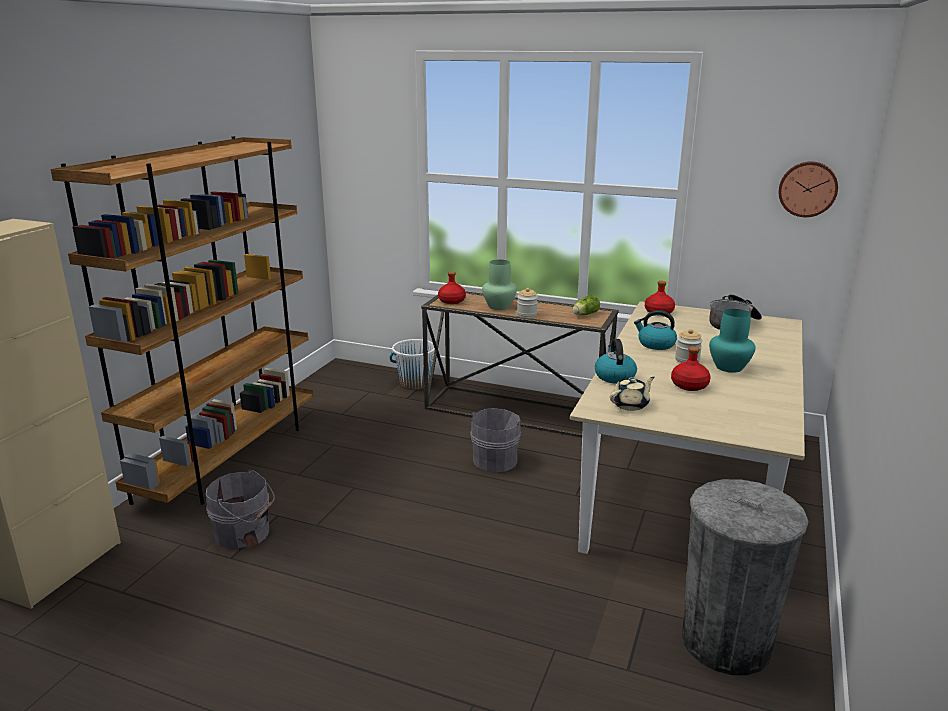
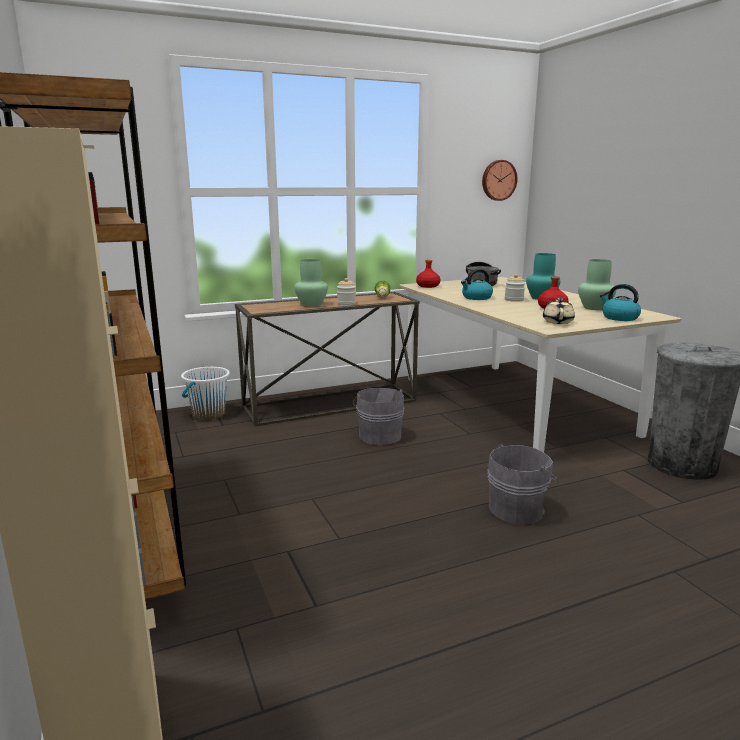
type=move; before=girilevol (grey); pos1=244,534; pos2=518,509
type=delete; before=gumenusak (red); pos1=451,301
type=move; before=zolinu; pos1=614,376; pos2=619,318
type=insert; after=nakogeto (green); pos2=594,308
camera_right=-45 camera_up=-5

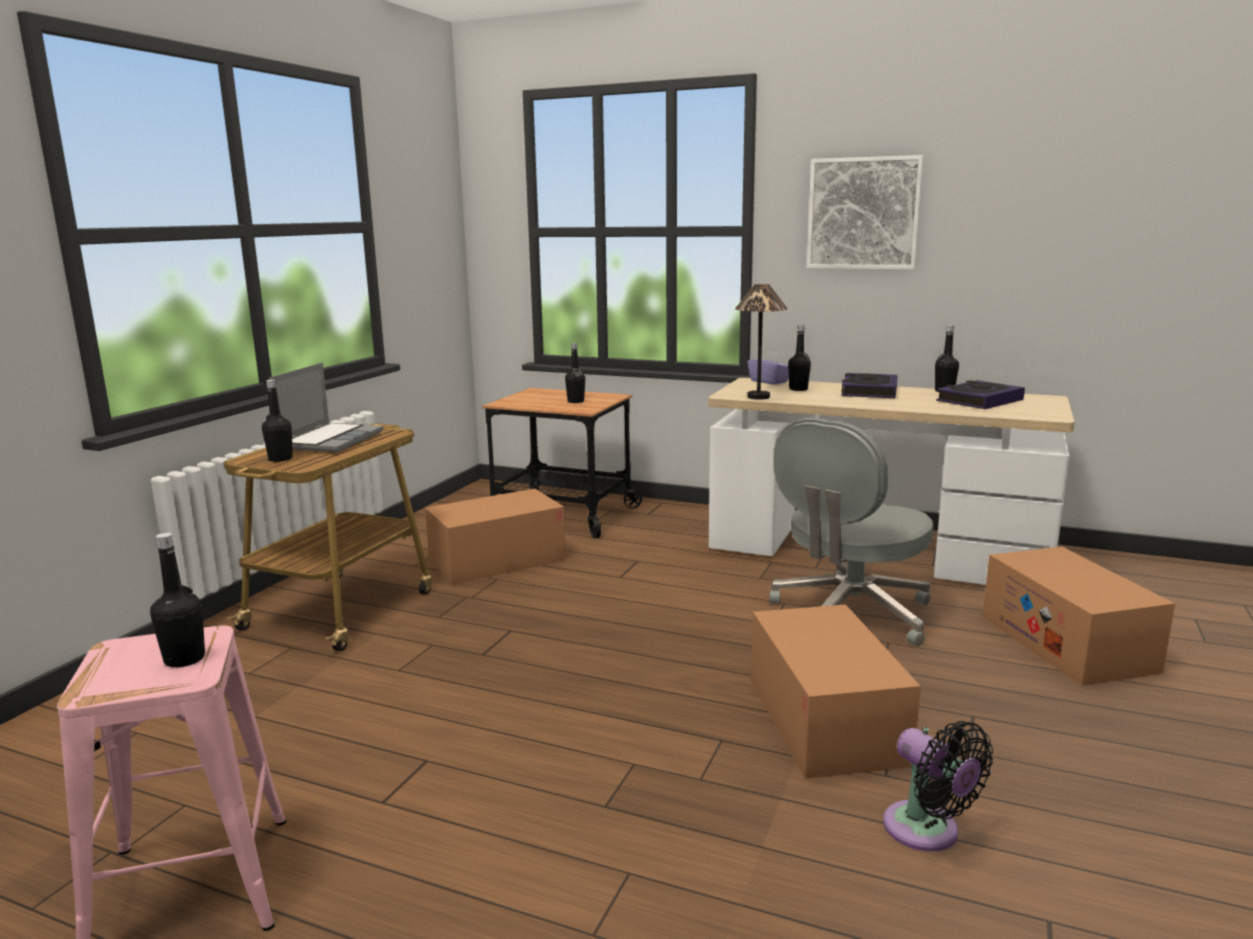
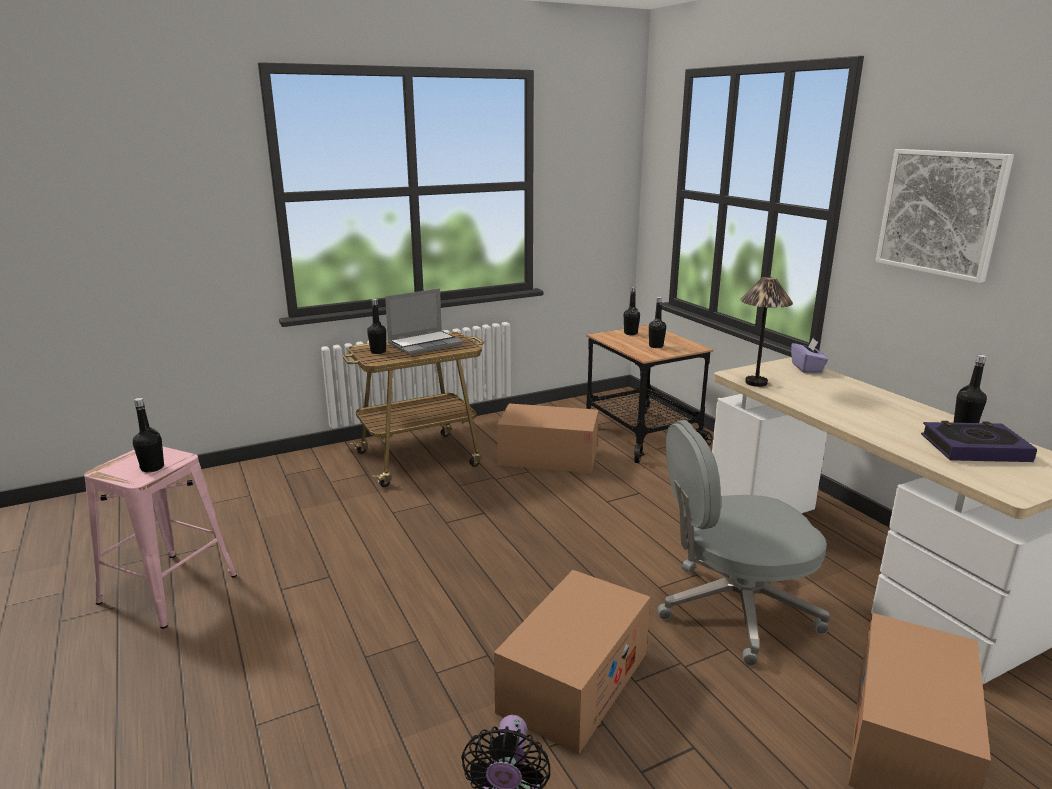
type=move; before=gumenusak (black); pos1=798,389; pos2=630,333
type=delete; before=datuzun; pos1=869,391
camera_right=40 camera_up=5

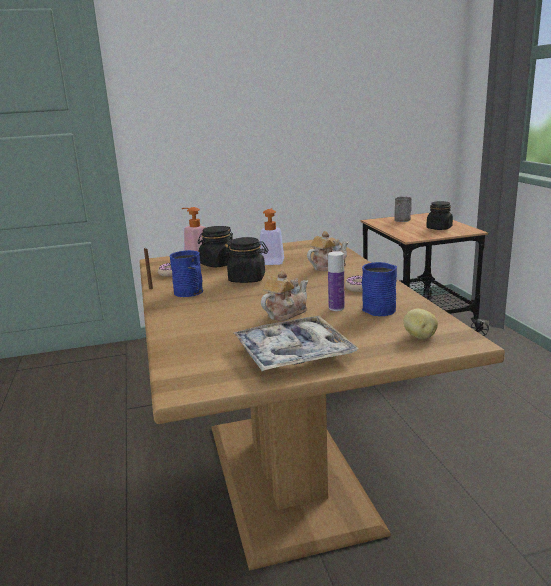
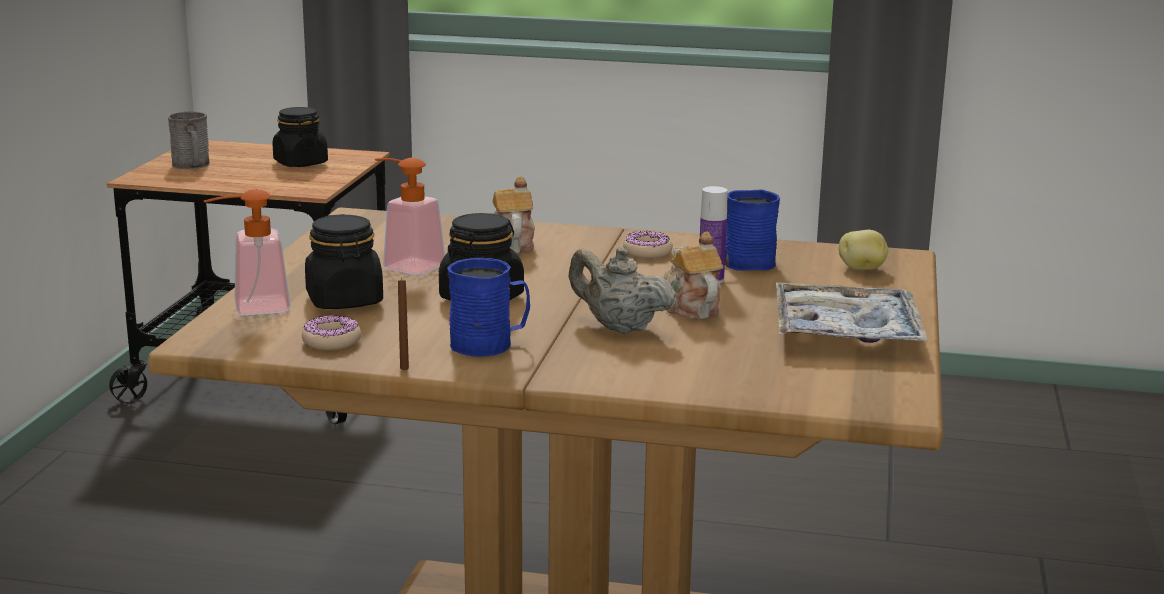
type=insert; after=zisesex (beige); pos2=619,327
camera_right=-65 camera_up=0

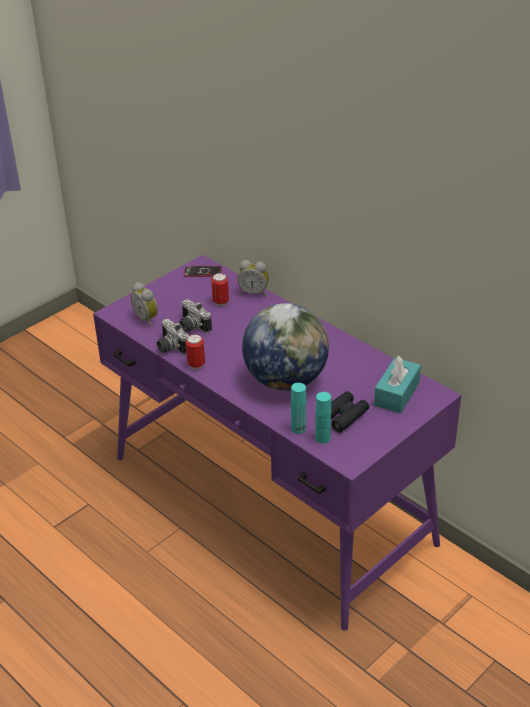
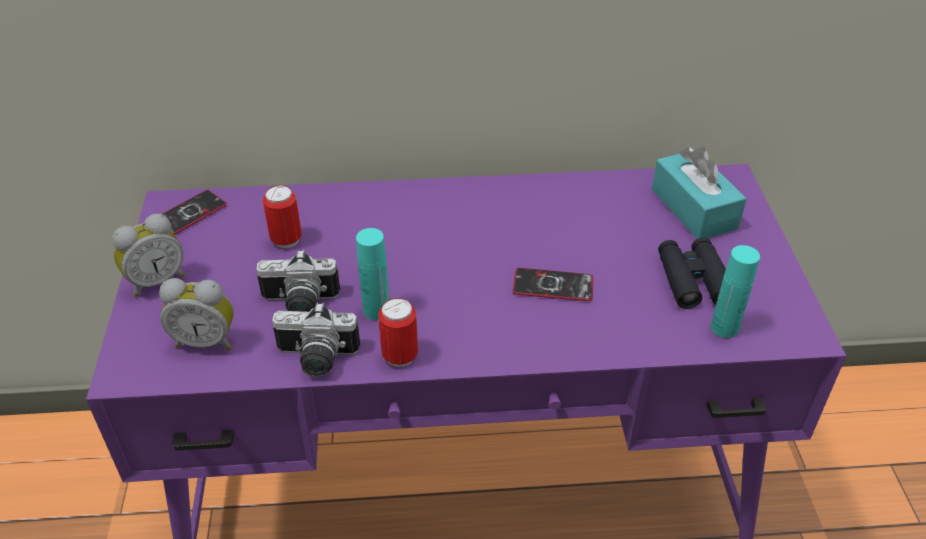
type=move; before=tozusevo; pos1=254,292; pos2=156,281
type=replace; before=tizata; after=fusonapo; pos1=286,380; pos2=553,286
type=move; before=gumenusak (turquoise); pos1=298,429; pos2=376,310
camera_right=-50 camera_up=5

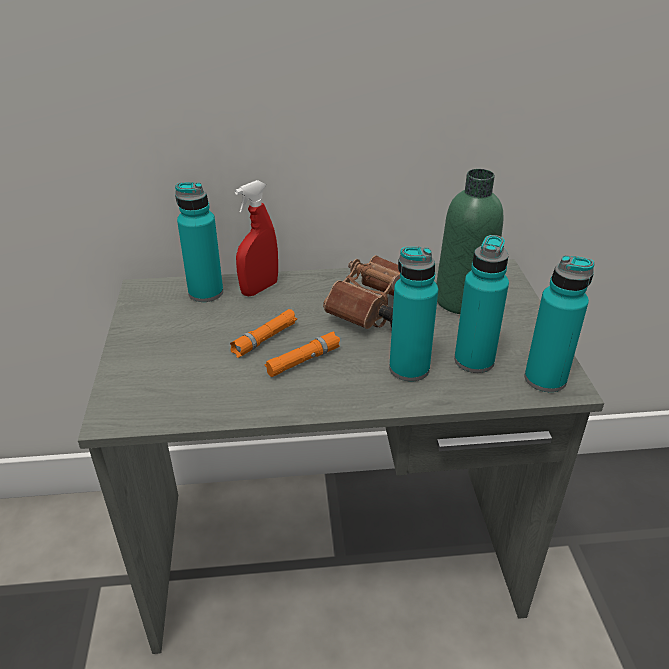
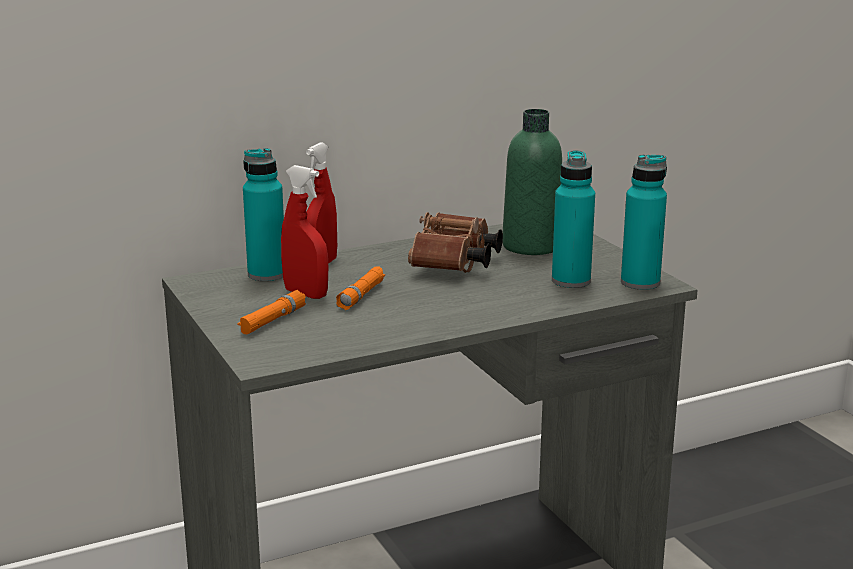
type=move; before=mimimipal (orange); pos1=303,360; pos2=273,320
type=delete; before=gumenusak (turquoise); pos1=409,369
type=insert; after=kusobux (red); pos2=306,294
camera_right=-20 camera_up=-15

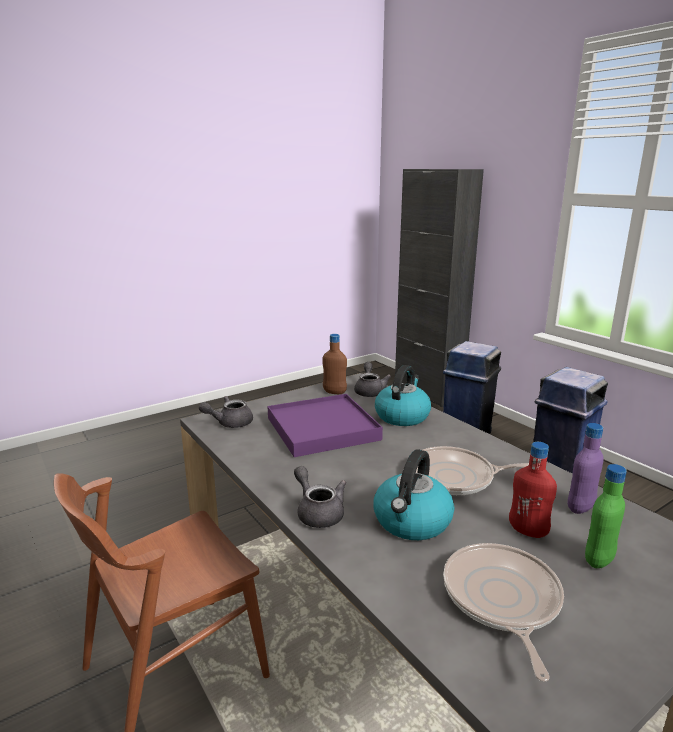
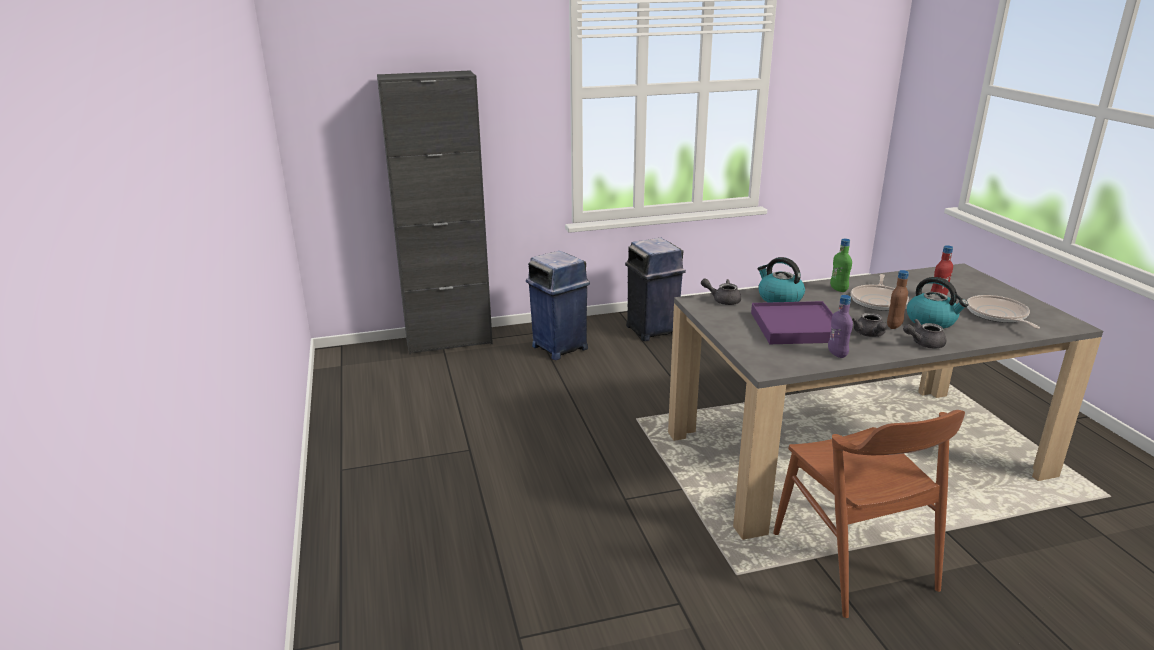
type=move; before=zisesex (grey); pos1=230,423; pos2=870,335
type=move; before=gumenusak (brown); pos1=334,392; pos2=894,326
type=rotate; before=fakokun; pos1=501,600; pos2=998,315; turn=60
type=move; before=gumenusak (purple); pos1=580,508; pos2=837,354
type=move; before=gumenusak (green); pos1=598,560; pos2=838,289
camera_right=-70 camera_up=5

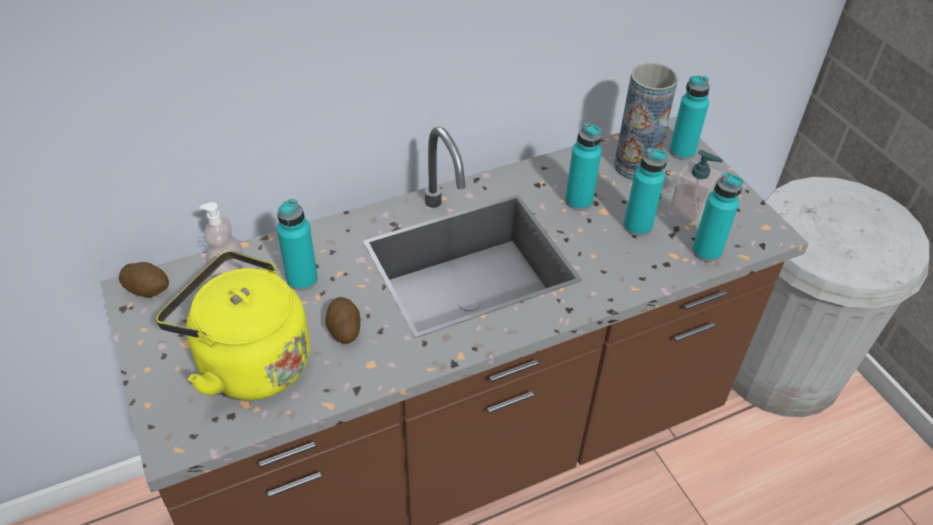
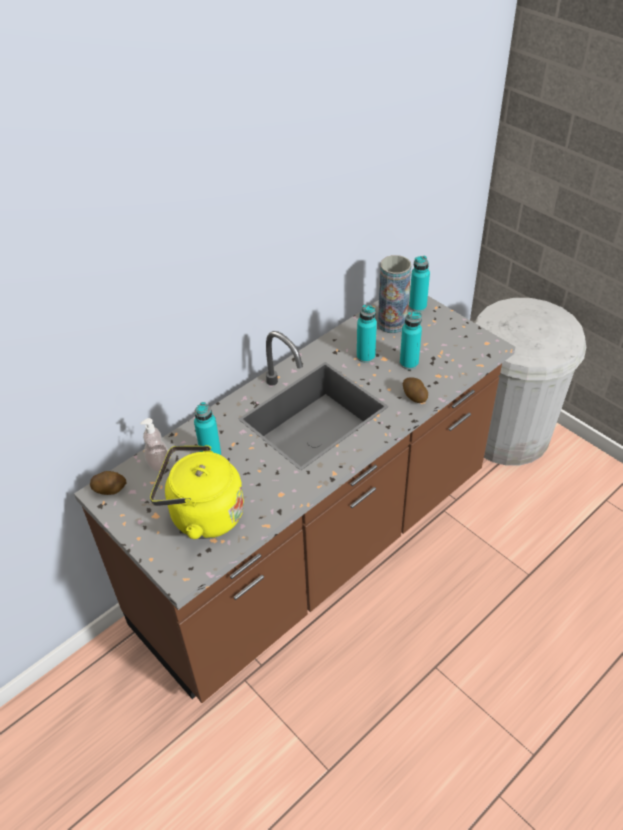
type=move; before=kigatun; pos1=344,329; pos2=414,396
type=delete; before=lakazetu; pos1=690,209
type=delete; before=gumenusak (turquoise); pos1=706,251
camera_right=-15 camera_up=0

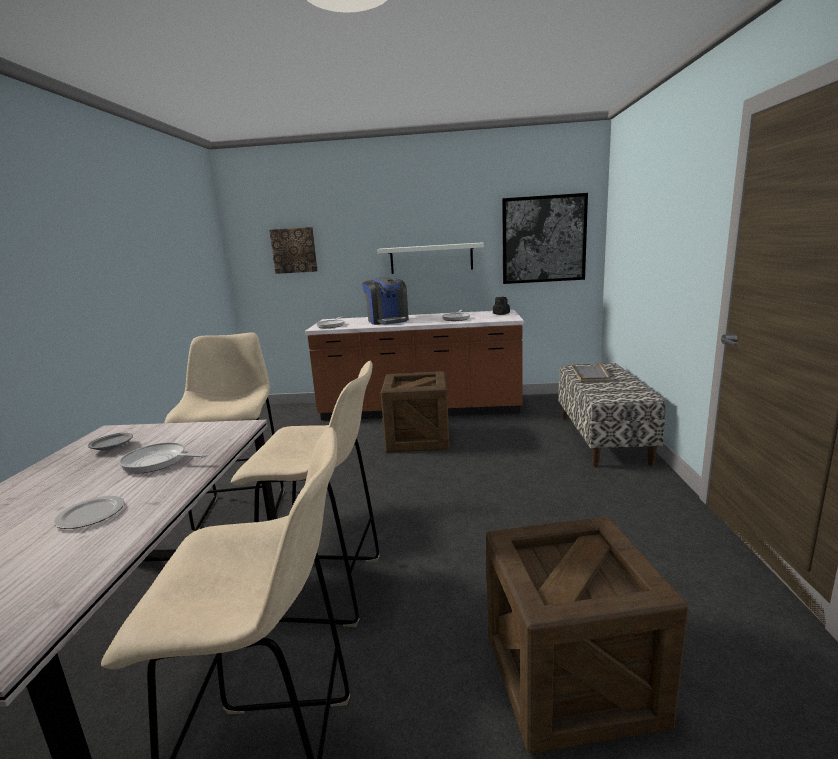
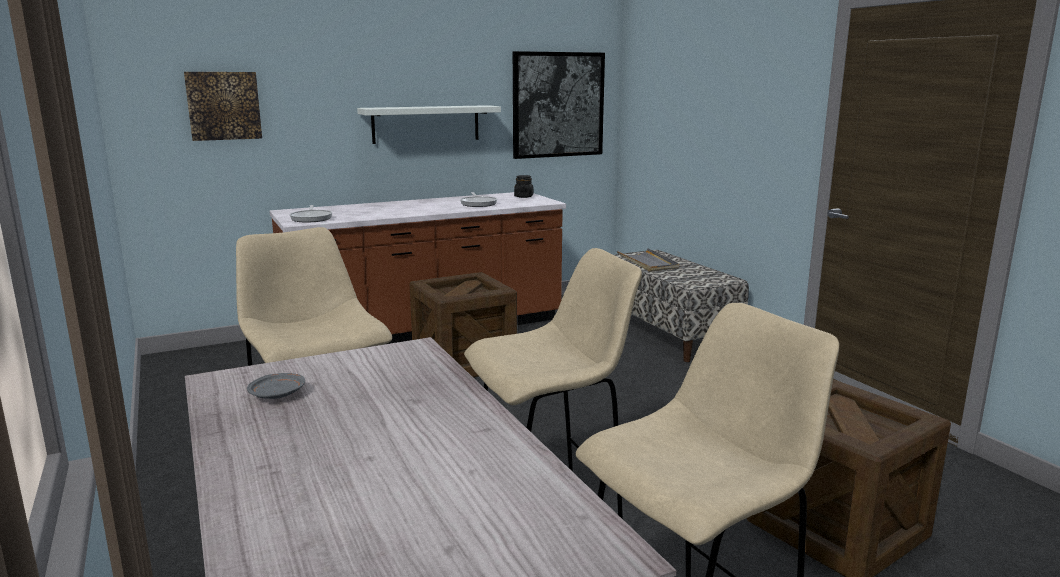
type=delete; before=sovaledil; pos1=90,515
type=delete; before=fakokun; pos1=158,462
type=delete; before=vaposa; pos1=388,321
camera_right=-30 camera_up=0

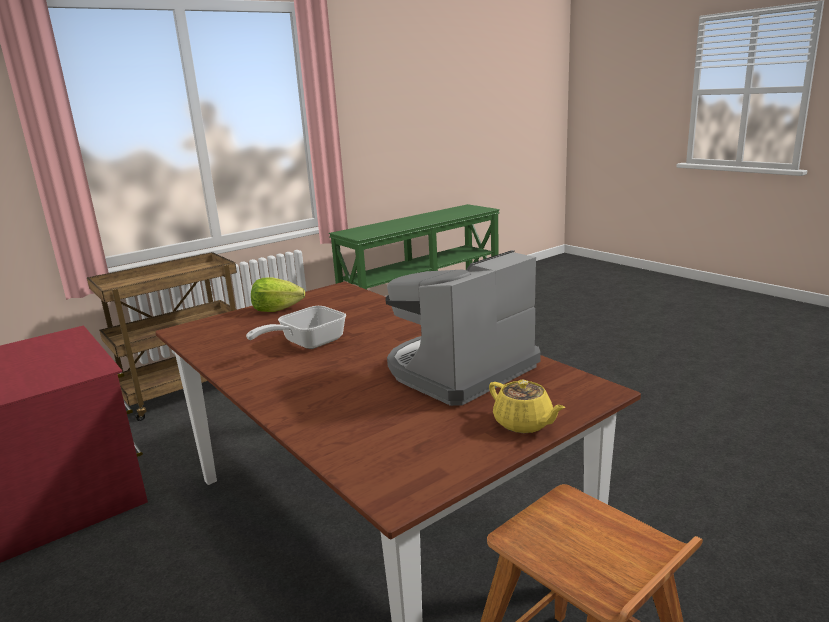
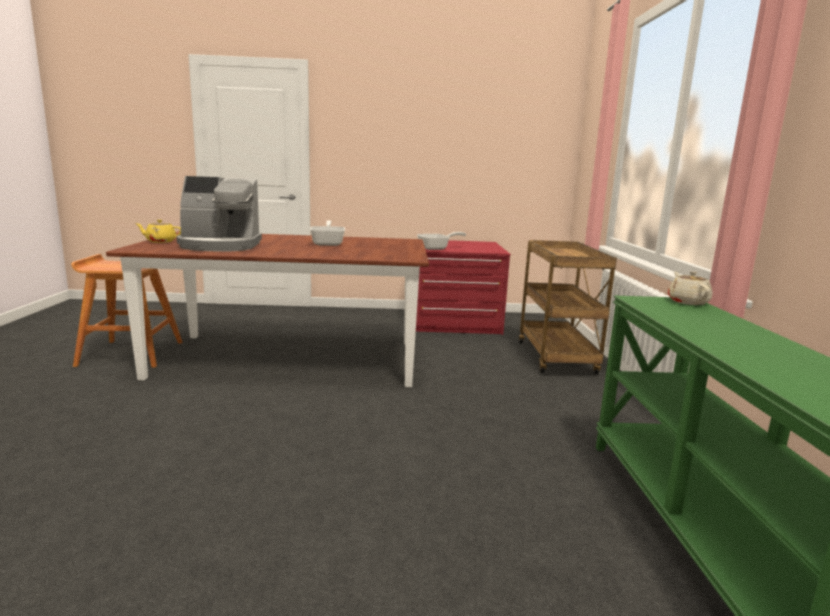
type=delete; before=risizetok; pos1=276,309
type=rotate; before=vaposa; pos1=459,370; pos2=220,246; turn=90
type=insert; after=fakokun; pos2=437,248
type=insert; after=zisesex (beige); pos2=687,302
camera_right=125 camera_up=-5

